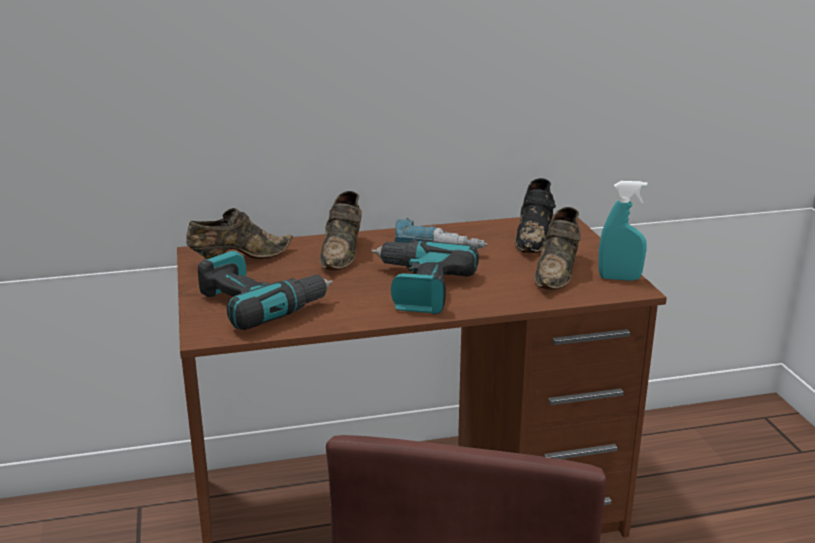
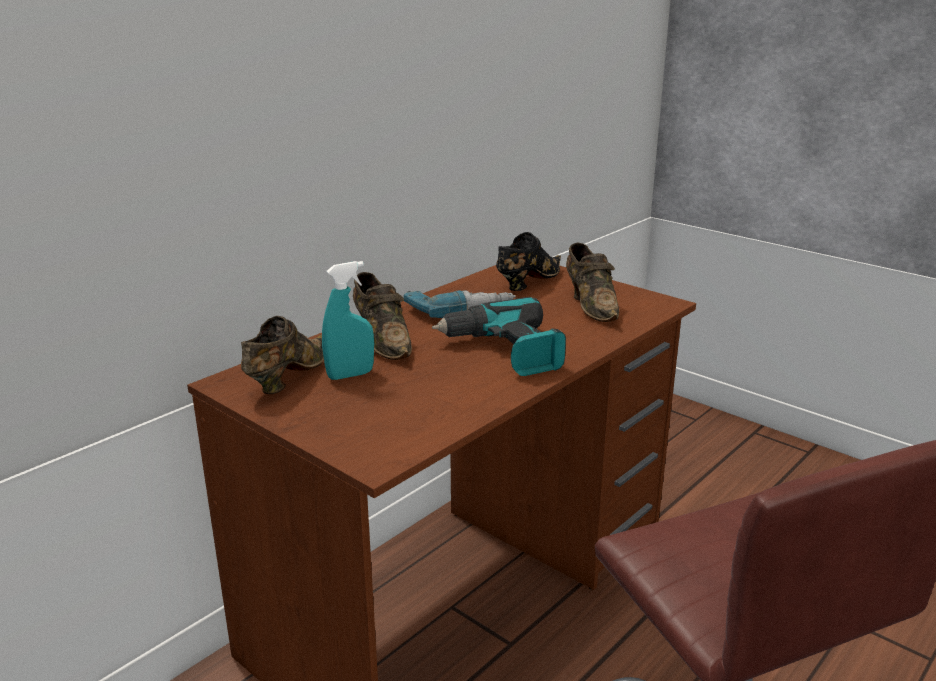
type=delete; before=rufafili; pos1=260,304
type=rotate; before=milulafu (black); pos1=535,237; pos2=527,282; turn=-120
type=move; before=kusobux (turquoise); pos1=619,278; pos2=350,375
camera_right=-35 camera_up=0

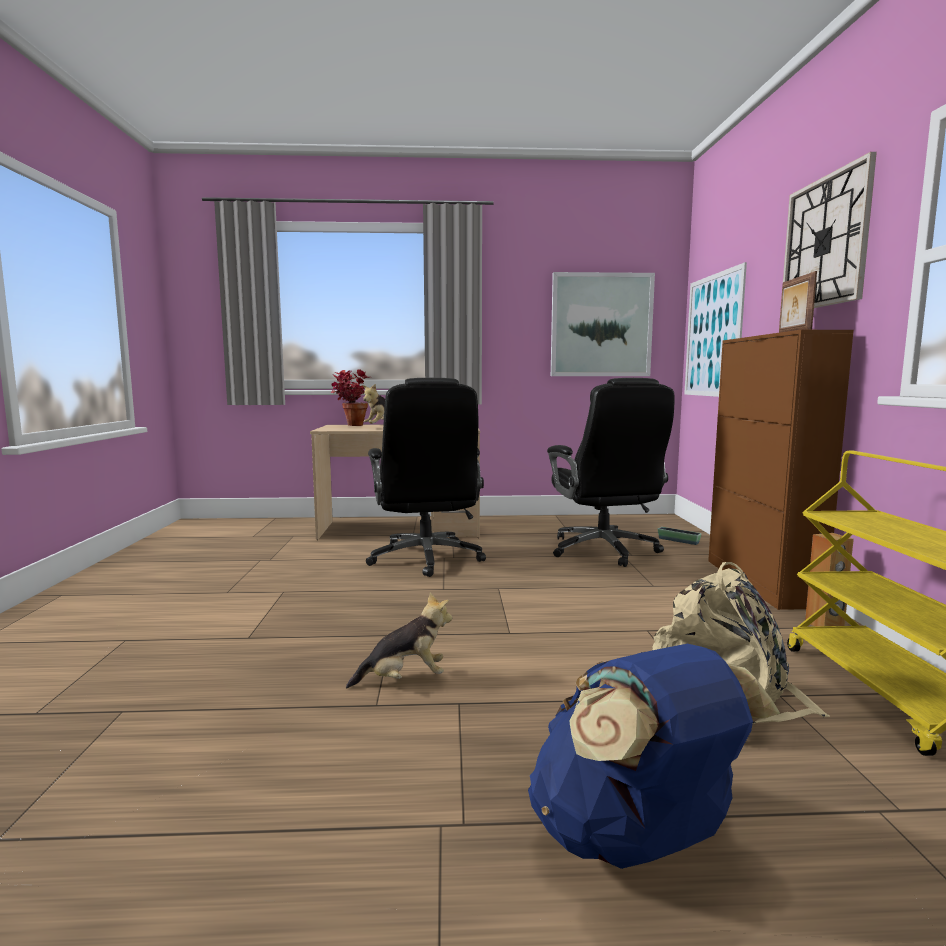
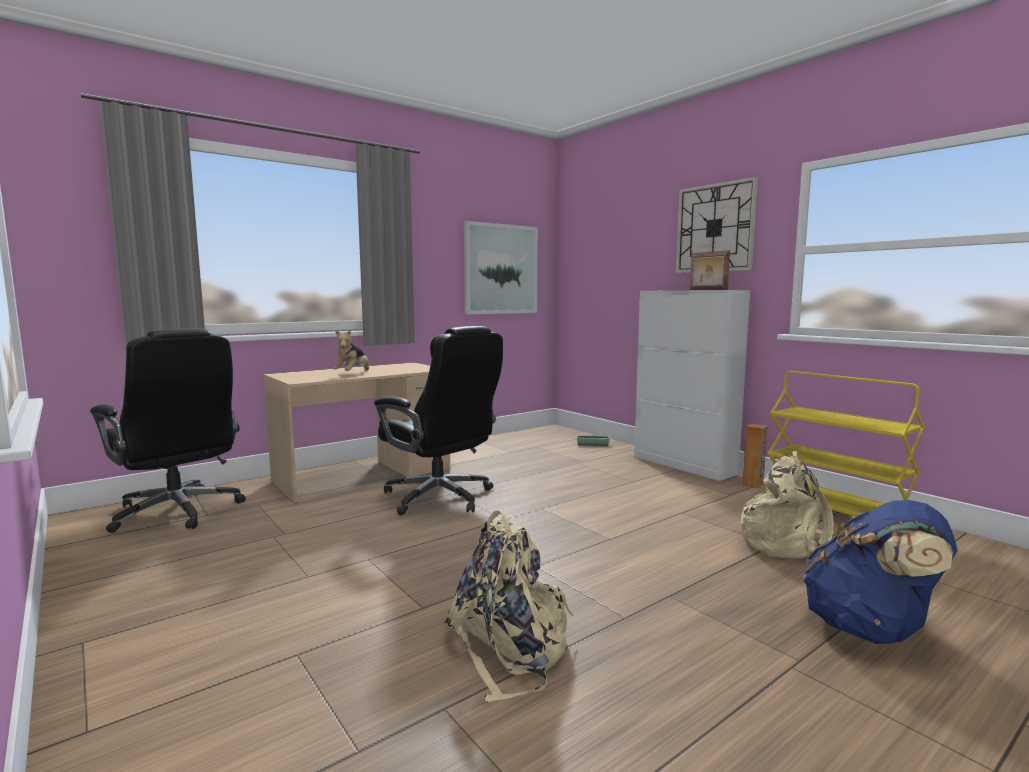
type=delete; before=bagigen; pos1=350,426
type=delete; before=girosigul; pos1=404,679
type=move; before=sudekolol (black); pos1=604,550; pos2=177,512
type=delete; before=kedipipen; pos1=712,335
type=recolor; before=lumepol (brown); after=lumepol (white); pos1=760,582; pos2=684,465
type=insert; after=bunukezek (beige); pos2=510,648
camera_right=-35 camera_up=0

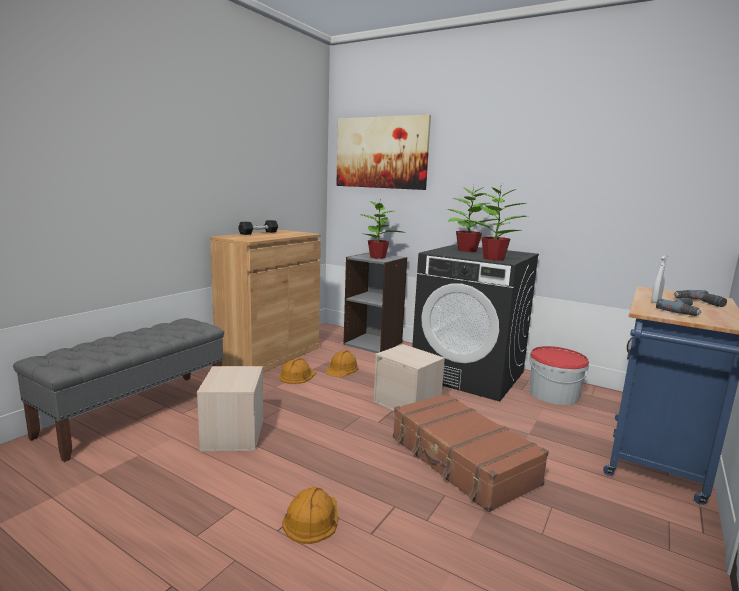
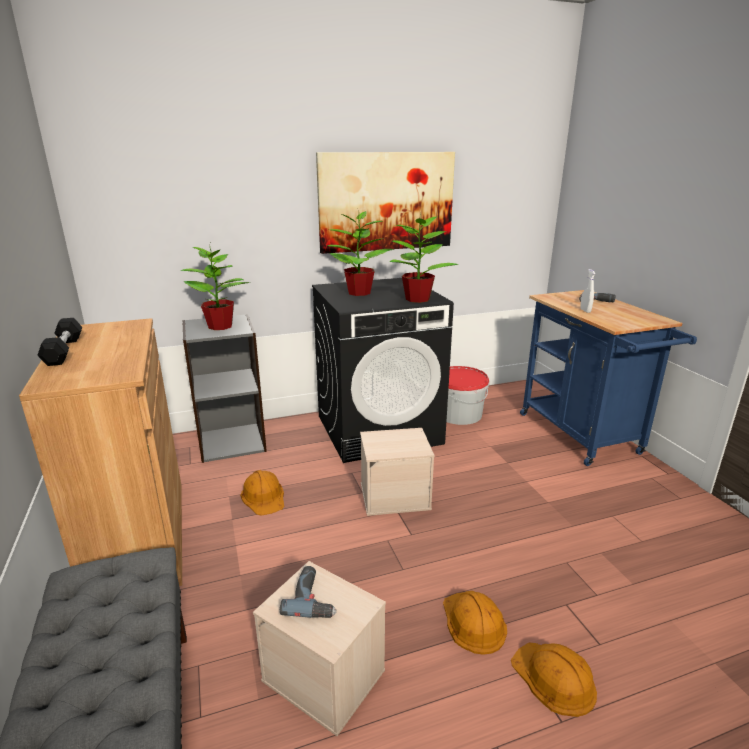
type=move; before=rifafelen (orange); pos1=297,376; pos2=473,622
type=move; before=kedipipen; pos1=381,153; pos2=386,202
type=delete; before=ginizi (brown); pos1=461,461
type=move; before=rufafili; pos1=684,311; pos2=313,598
camera_right=-50 camera_up=10

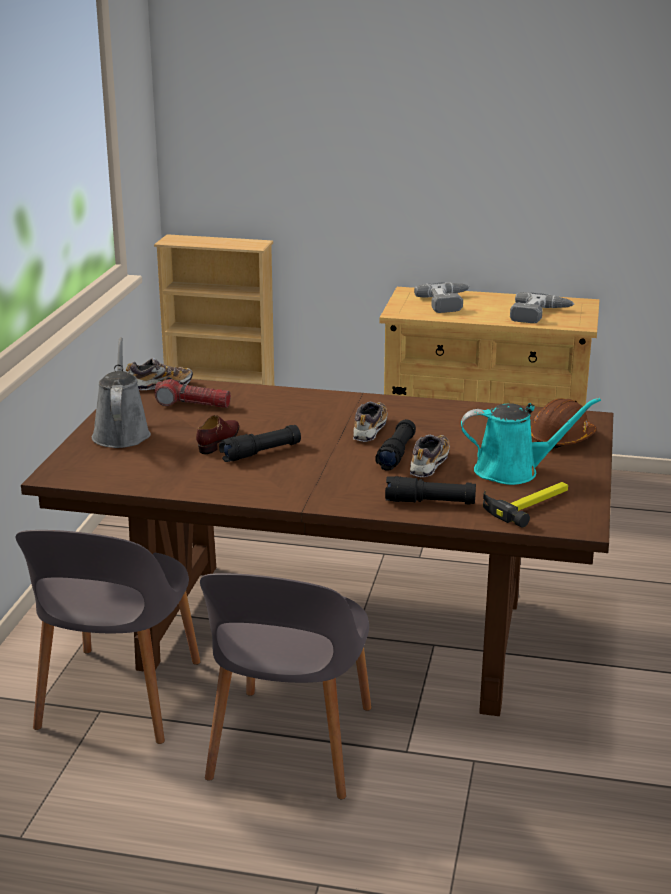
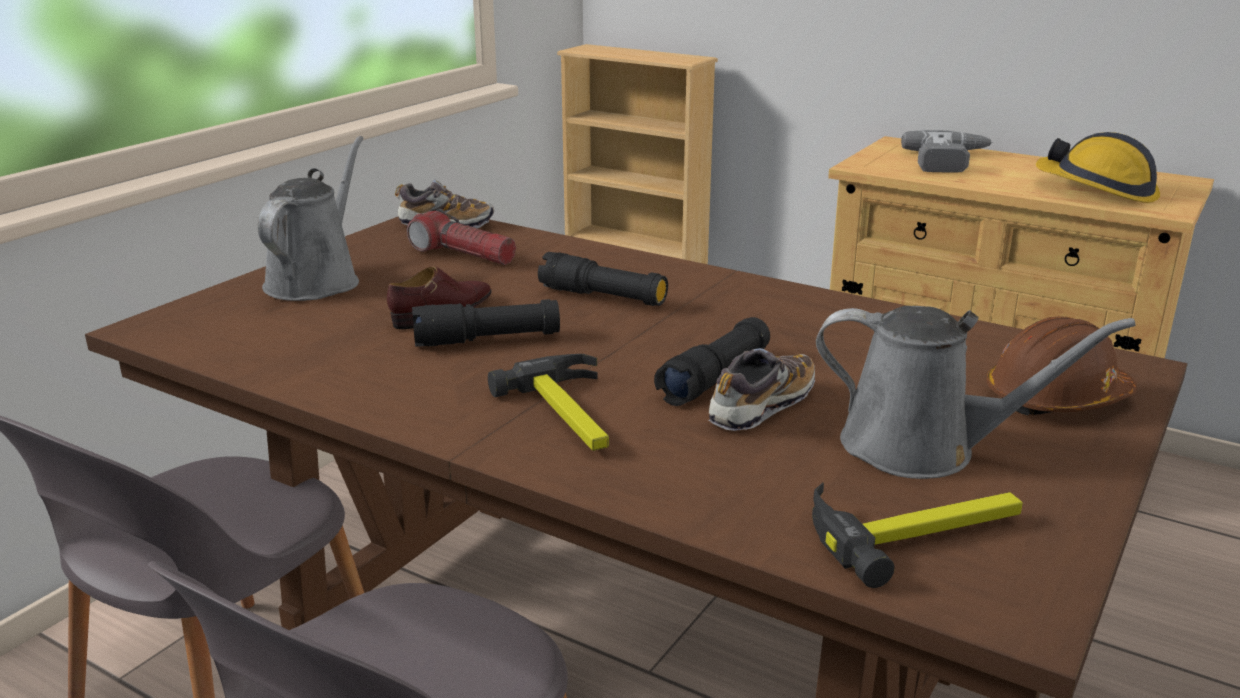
type=delete; before=milulafu; pos1=369,430
type=move; before=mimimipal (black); pos1=430,502; pos2=603,297
type=recolor; before=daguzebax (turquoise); after=daguzebax (grey); pos1=513,471; pos2=922,448
type=replace; before=rufafili; after=rifafelen; pos1=540,315; pos2=1097,190
type=insert; after=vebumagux; pos2=571,415
camera_right=20 camera_up=0

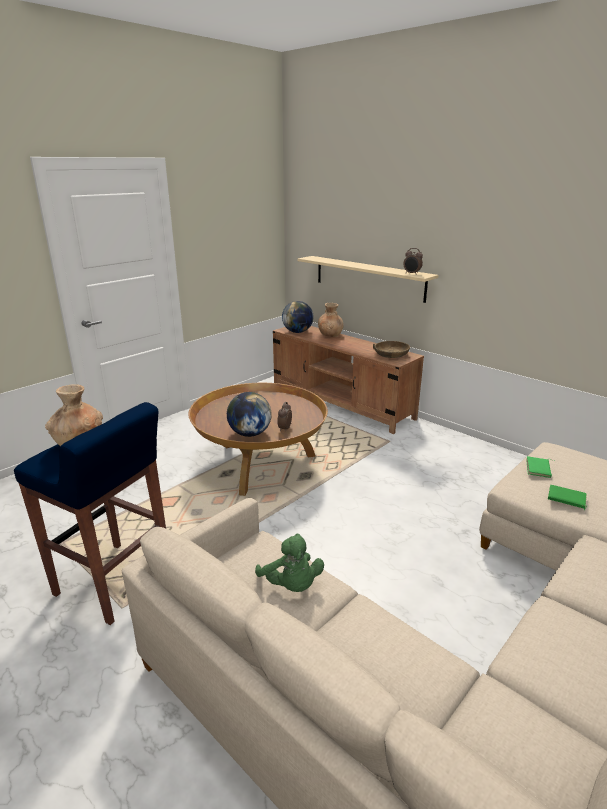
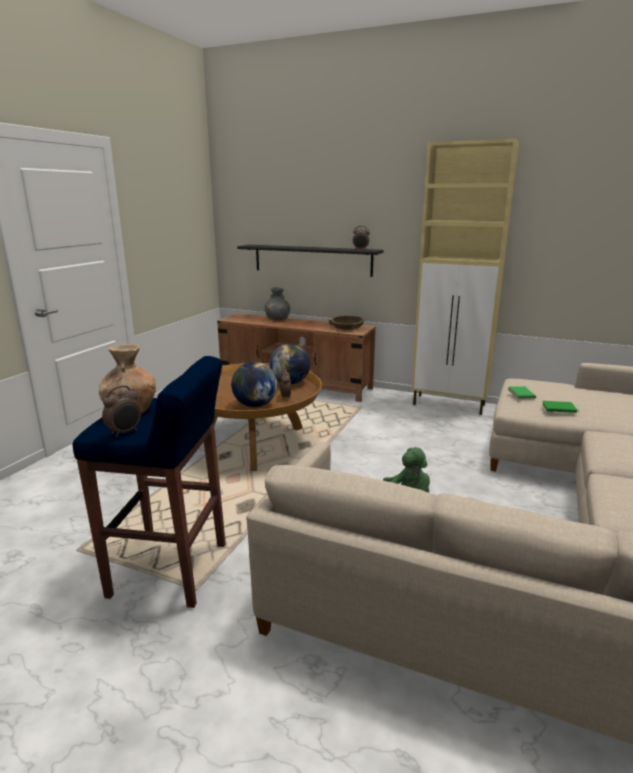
type=move; before=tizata; pos1=297,332; pos2=290,383
type=recolor; before=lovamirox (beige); after=lovamirox (black); pos1=368,278; pos2=312,260
type=recolor; before=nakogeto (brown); after=nakogeto (grey); pos1=330,335; pos2=278,319
type=insert; after=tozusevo; pos2=125,432
type=insert; after=lumepol (beige); pos2=450,405
camera_right=-20 camera_up=-5

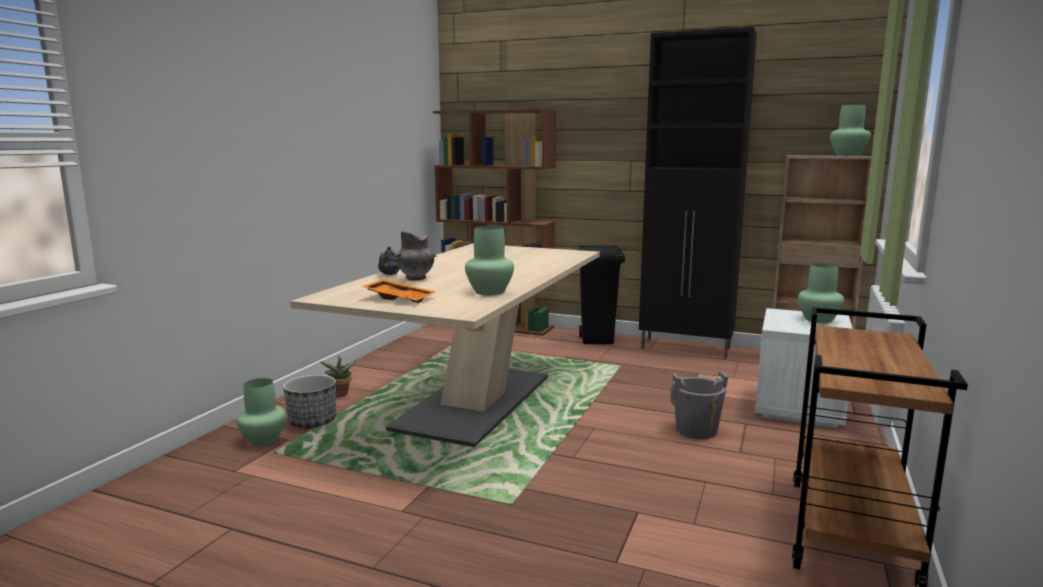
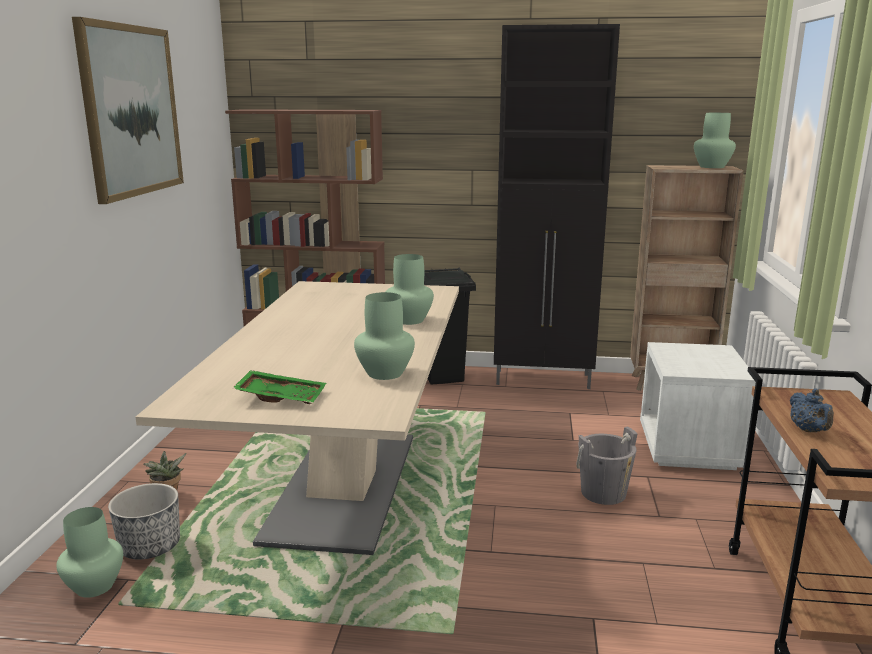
type=recolor; before=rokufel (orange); after=rokufel (green); pos1=400,298; pos2=281,396
type=move; before=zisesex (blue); pos1=389,275; pos2=808,430
type=delete; before=nakogeto (grey); pos1=416,278
type=move; before=nakogeto (green); pos1=819,320; pos2=410,320
type=insert; after=kedipipen; pos2=131,111
camera_right=-15 camera_up=5

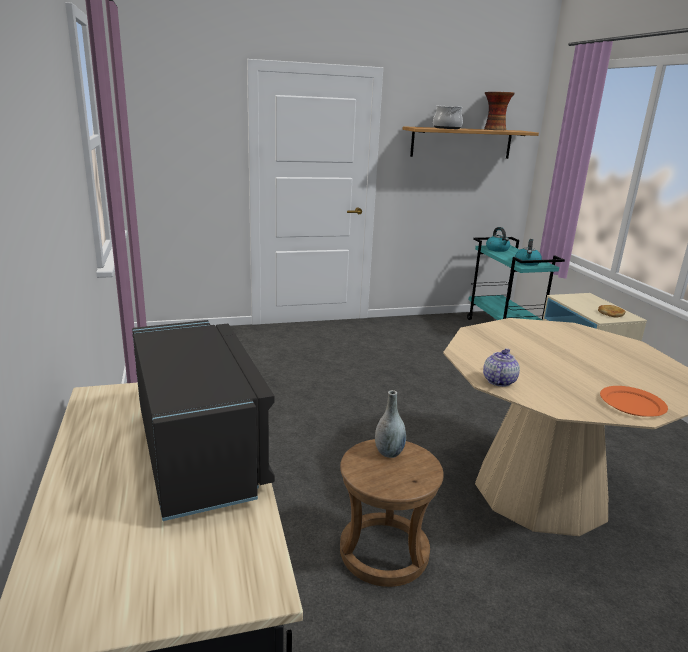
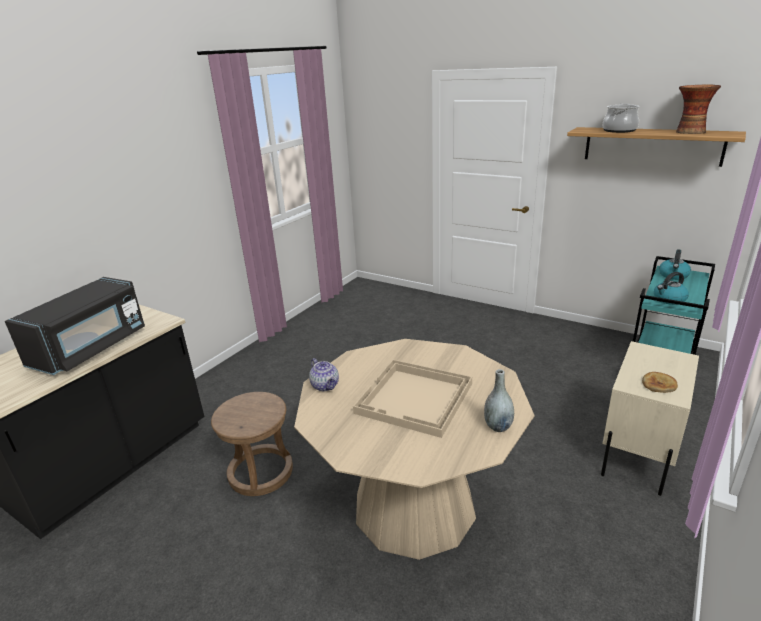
type=move; before=nakogeto (grey); pos1=389,453; pos2=498,426
type=rotate; before=zisesex; pos1=498,381; pos2=325,385; turn=75
type=delete; before=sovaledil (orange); pos1=632,404
type=insert; after=rokufel (beige); pos2=415,399
camera_right=50 camera_up=5

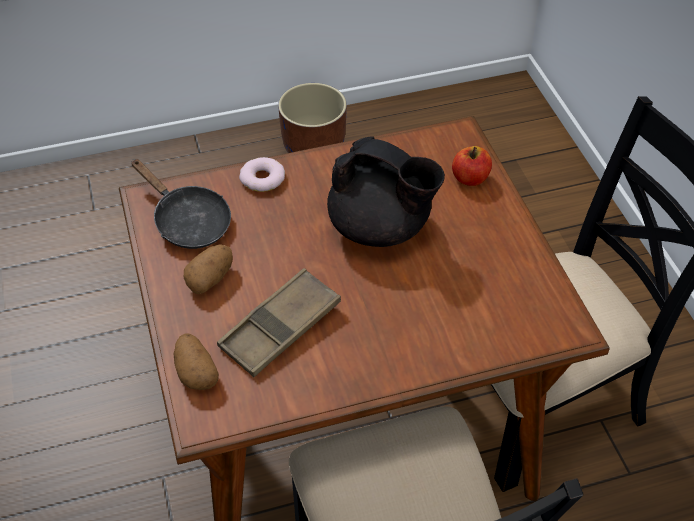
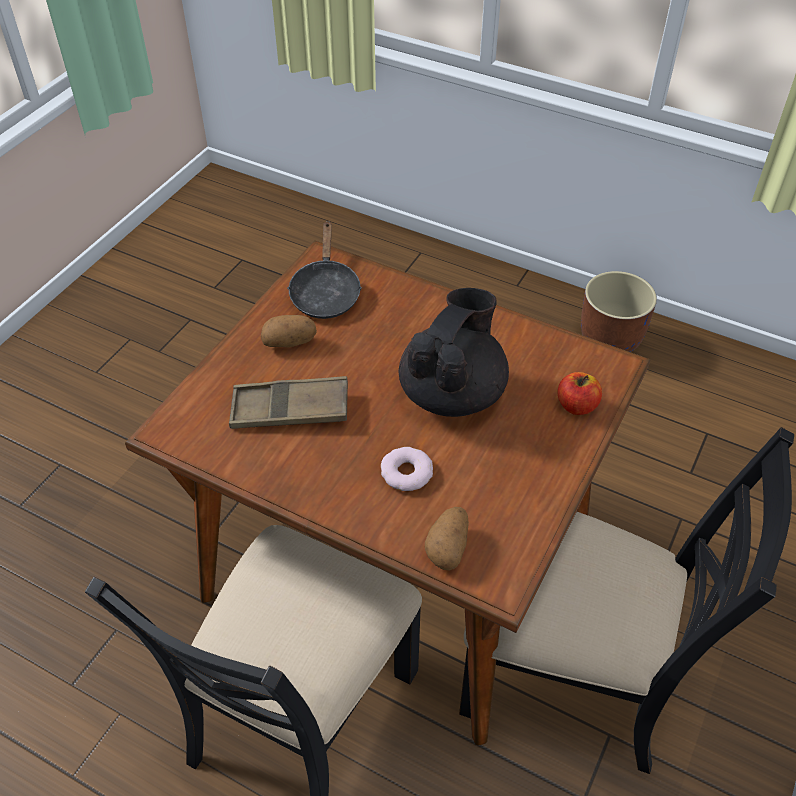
type=move; before=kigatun; pos1=196,372; pos2=448,547
type=move; before=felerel; pos1=262,178; pos2=406,473
type=rotate; before=zisesex (black); pos1=380,228; pos2=453,392; turn=-135
camera_right=45 camera_up=0

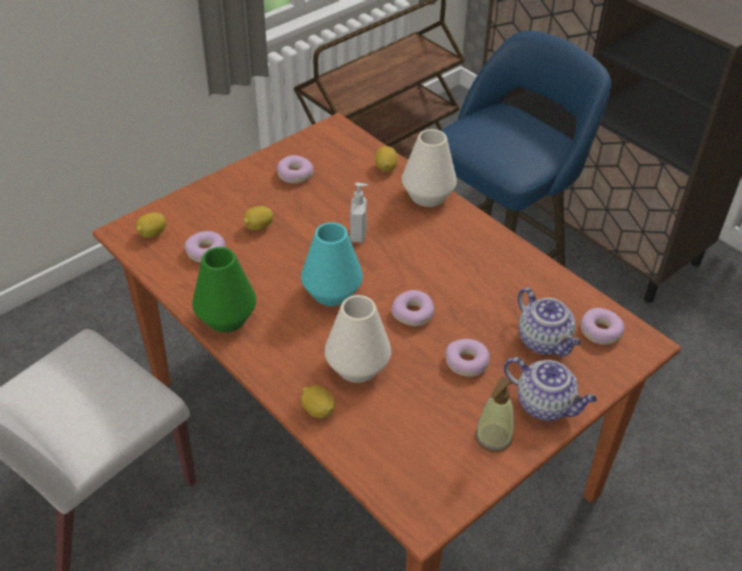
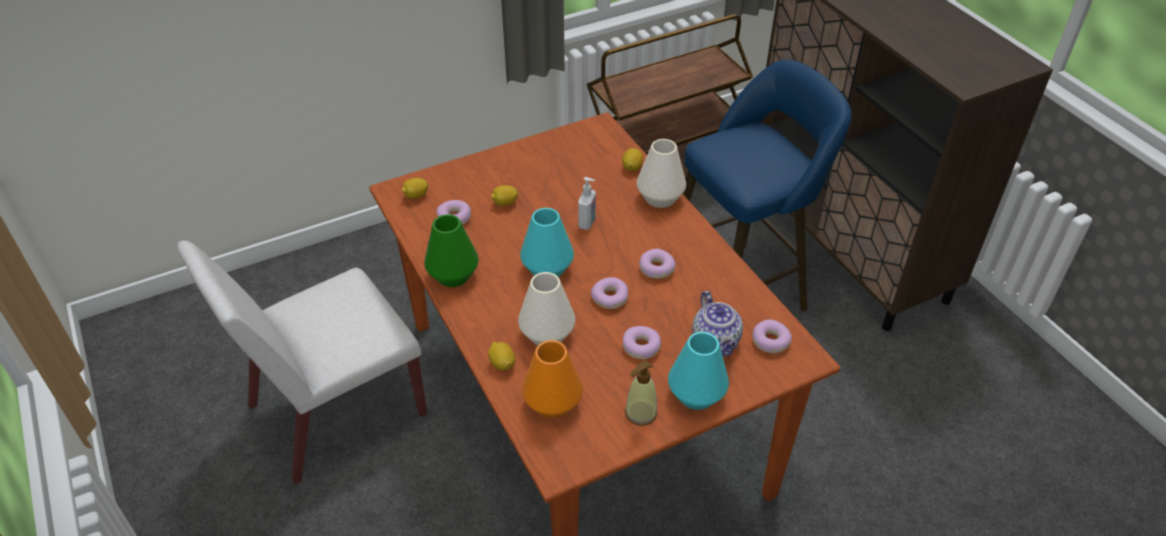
type=move; before=felerel; pos1=294,175; pos2=656,269
type=replace; before=zisesex; after=nakogeto (turquoise); pos1=545,405; pos2=696,394
type=insert; after=nakogeto (orange); pos2=552,403
camera_right=15 camera_up=0

